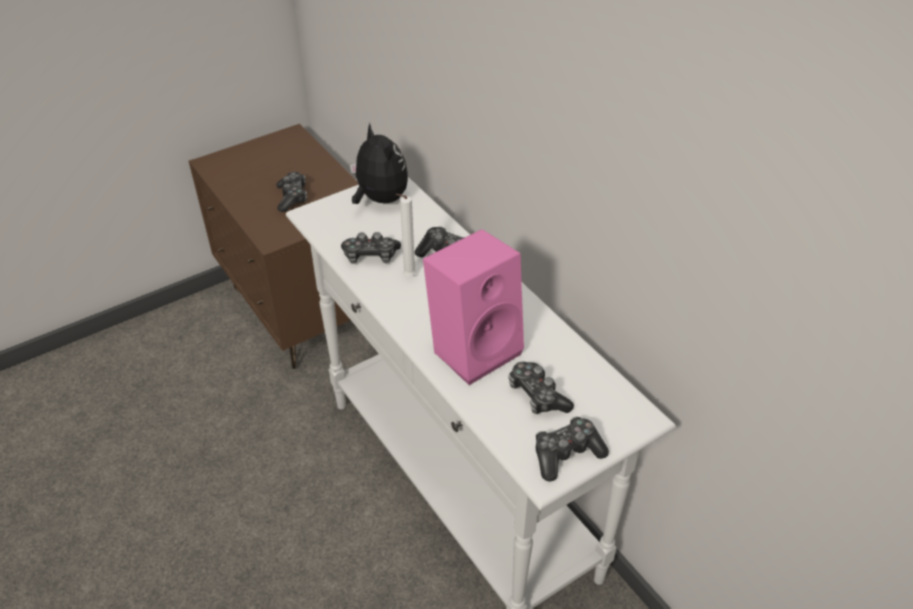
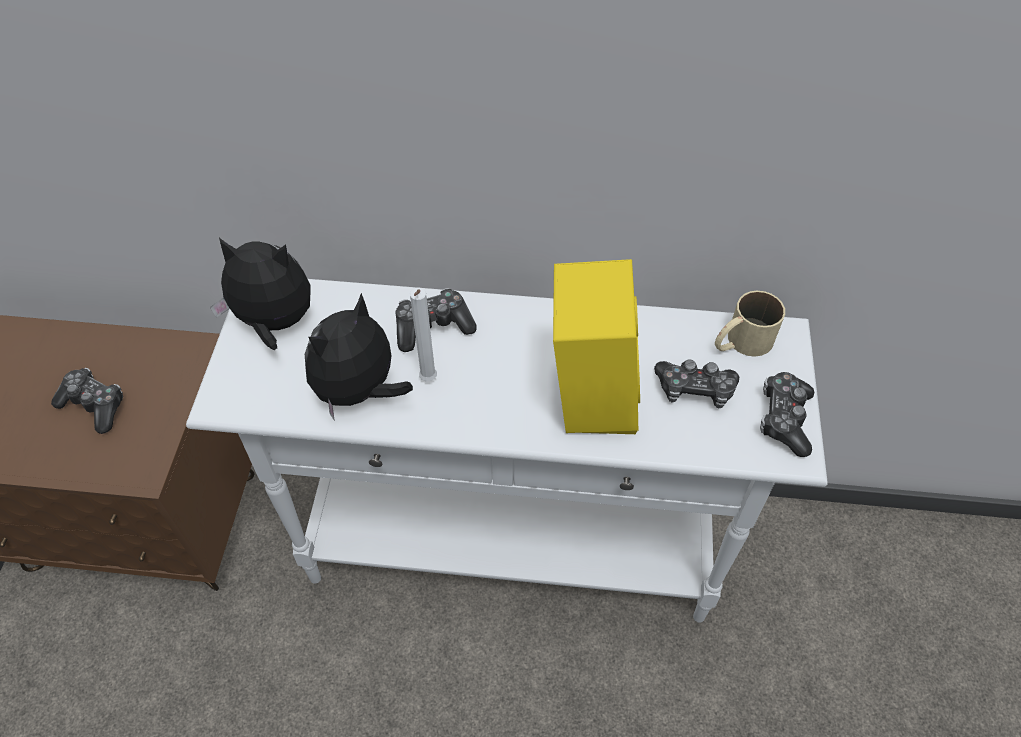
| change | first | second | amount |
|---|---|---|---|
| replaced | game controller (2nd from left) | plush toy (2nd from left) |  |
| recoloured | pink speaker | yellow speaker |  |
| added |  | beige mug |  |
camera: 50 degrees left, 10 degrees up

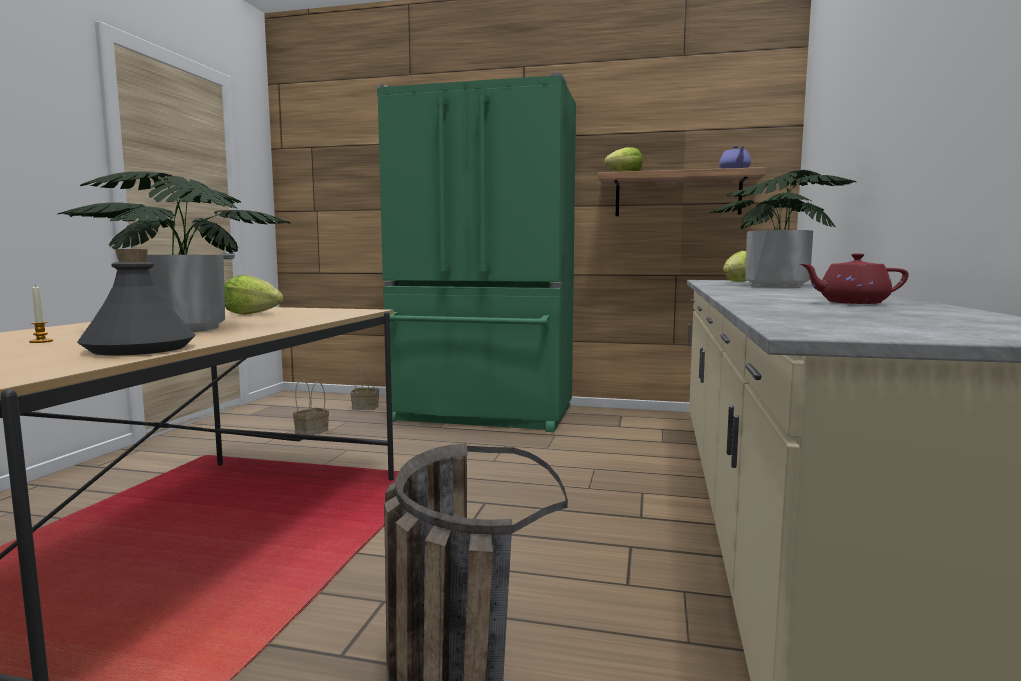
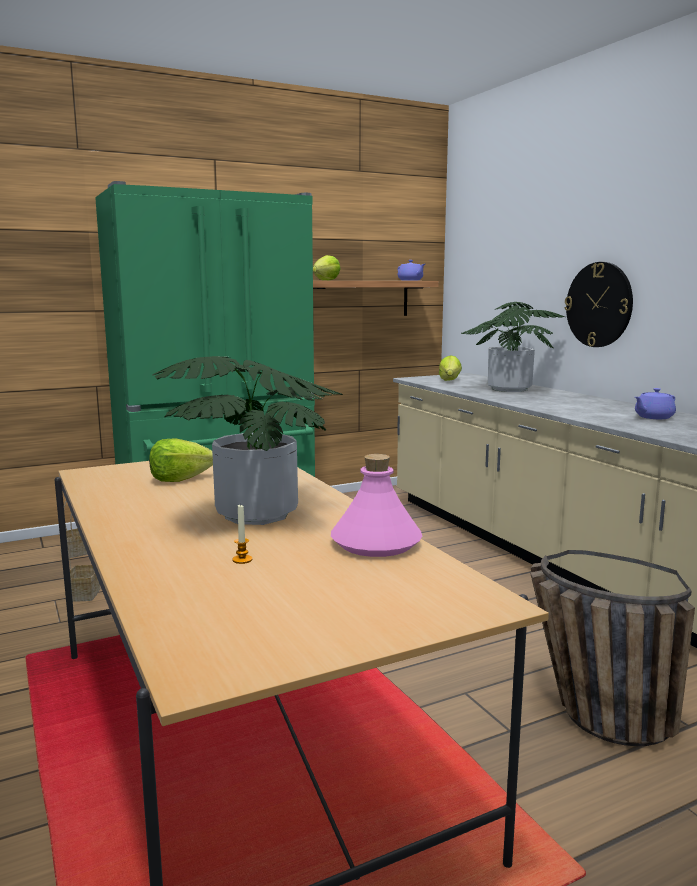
| change | first | second | amount |
|---|---|---|---|
| recoloured | grey bottle | pink bottle |  |
| recoloured | red teapot | purple teapot (2nd from left) |  |
| added |  | wall clock |  |
camera: 40 degrees left, 5 degrees up

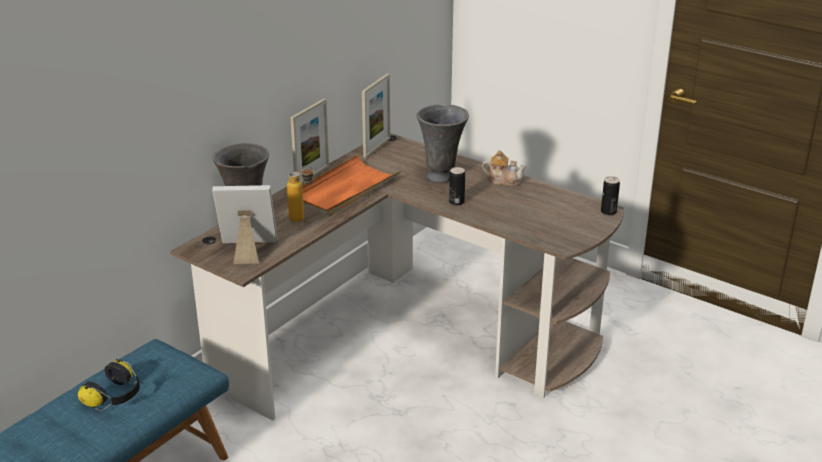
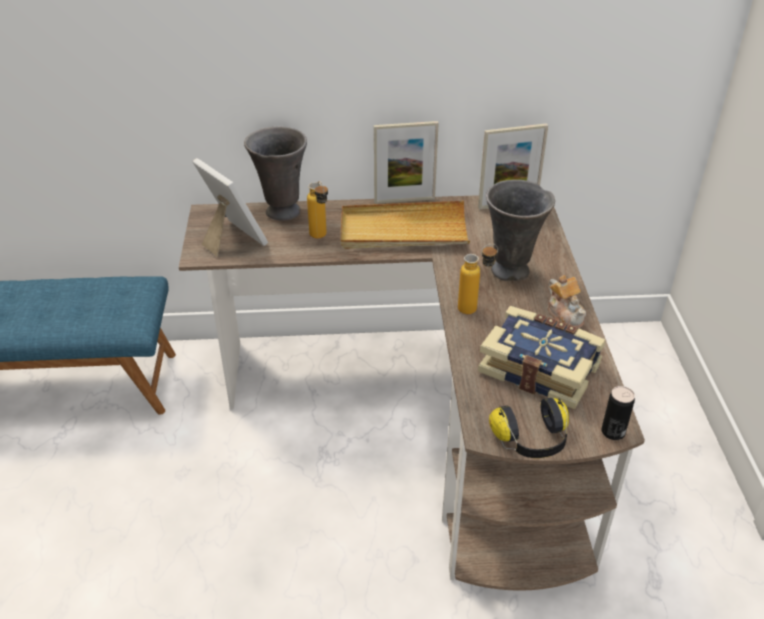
| change | first | second | amount |
|---|---|---|---|
| moved | headphones |  |  |
| recoloured | orange tray | beige tray |  |
| replaced | can (1st from left) | bottle (2nd from left) |  |
| added |  | book |  |
camera: 50 degrees right, 10 degrees up

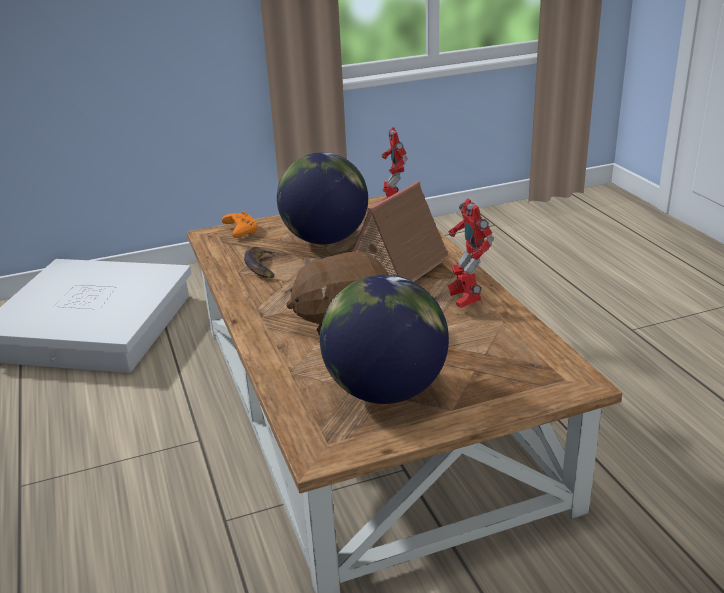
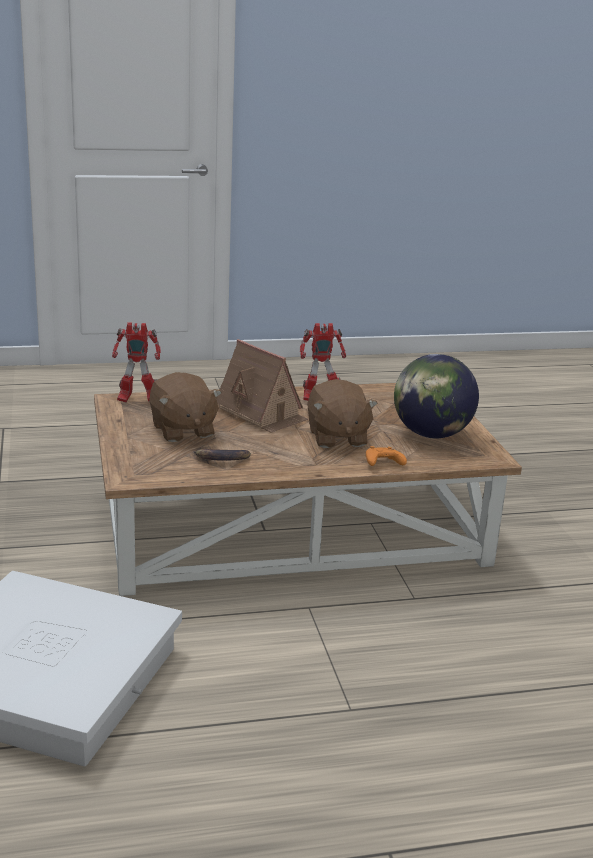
| change | first | second | amount |
|---|---|---|---|
| moved | orange game controller |  |  |
| replaced | globe (1st from left) | brown plush toy (1st from left) |  |
camera: 85 degrees left, 5 degrees down

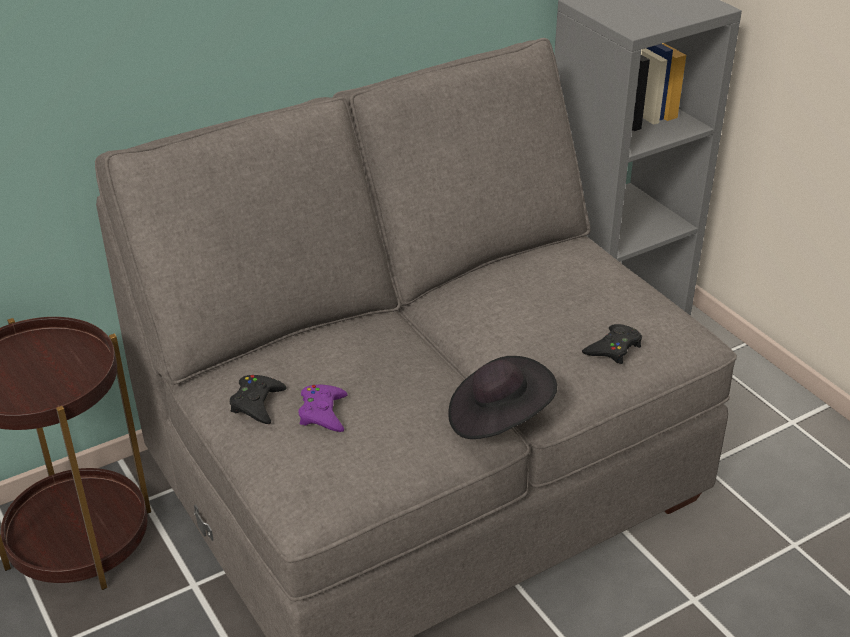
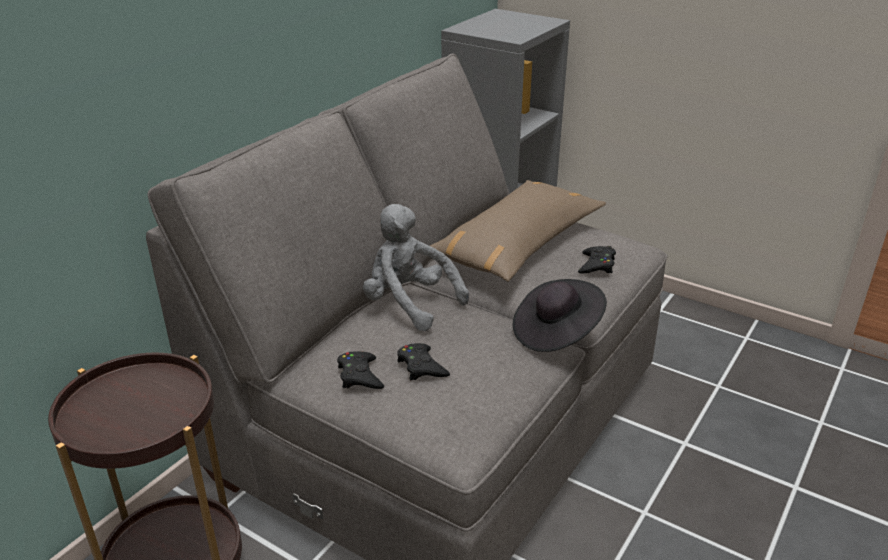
| change | first | second | amount |
|---|---|---|---|
| recoloured | purple game controller | black game controller (2nd from left) |  |
| added |  | grey plush toy |  |
| added |  | brown pillow |  |
camera: 25 degrees left, 5 degrees down

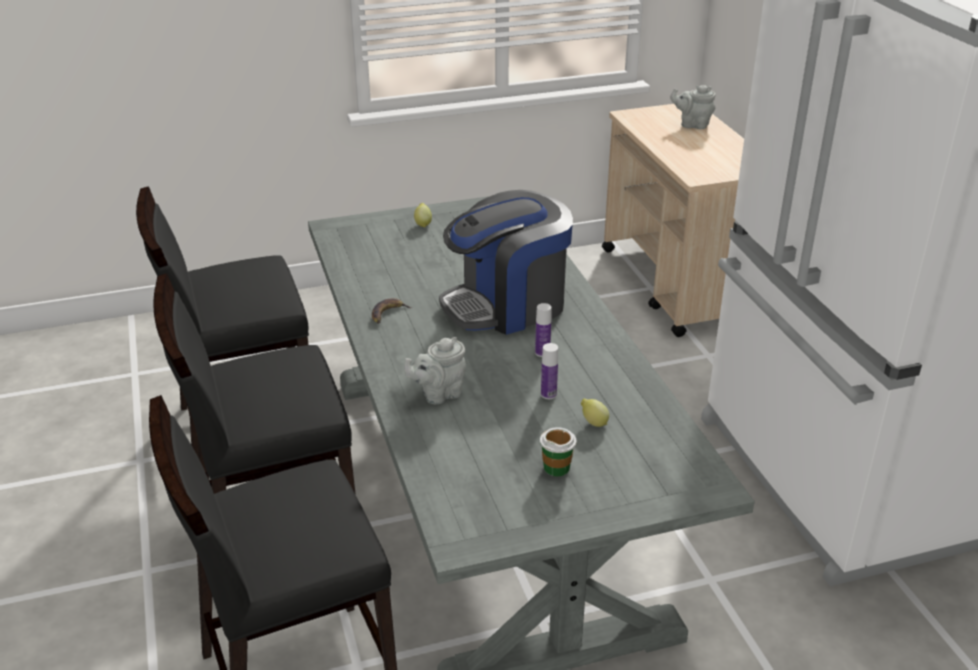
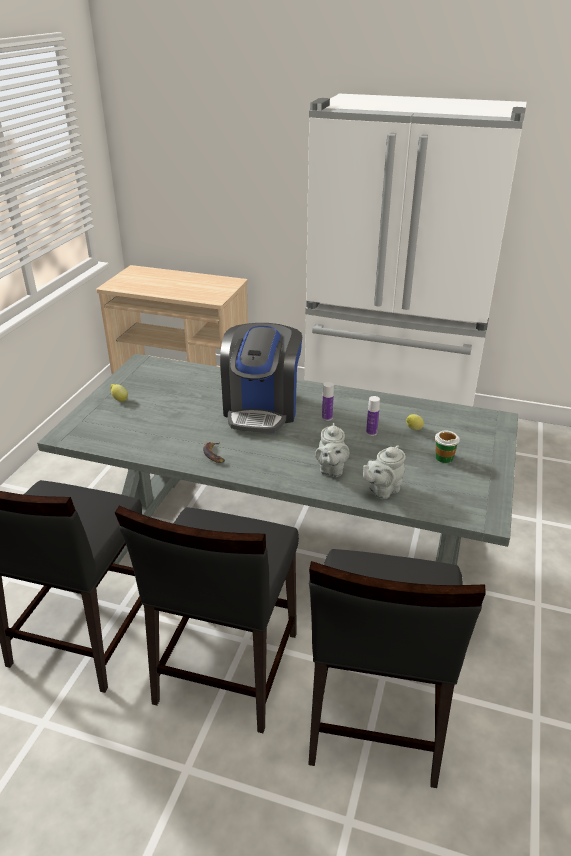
| change | first | second | amount |
|---|---|---|---|
| moved | grey teapot (2nd from left) |  |  |
camera: 55 degrees left, 0 degrees up

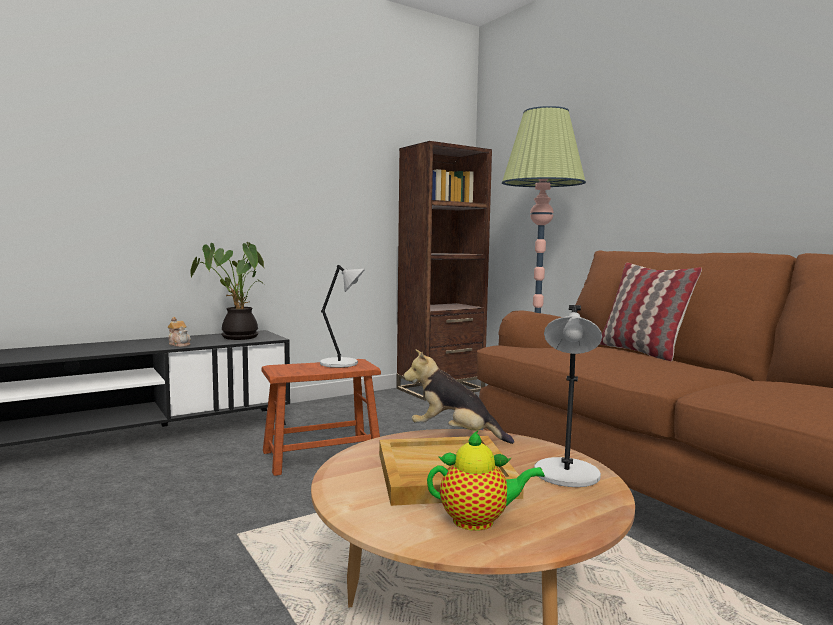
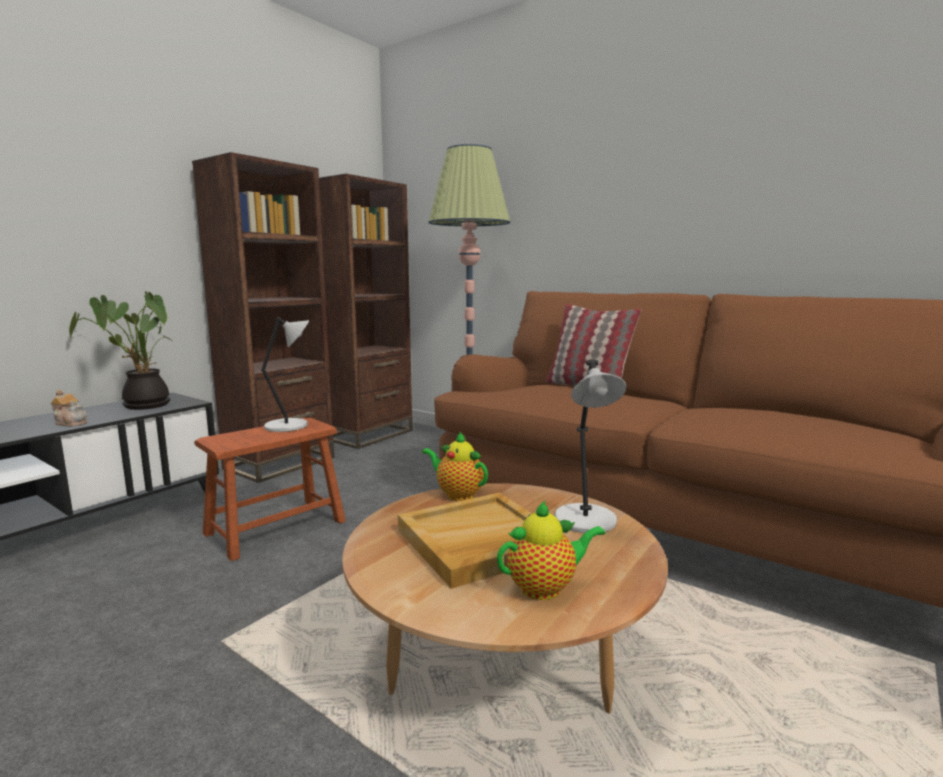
| change | first | second | amount |
|---|---|---|---|
| replaced | plush toy | teapot (2nd from left) |  |
| added |  | brown bookcase (1st from left) |  |
camera: 20 degrees left, 5 degrees up

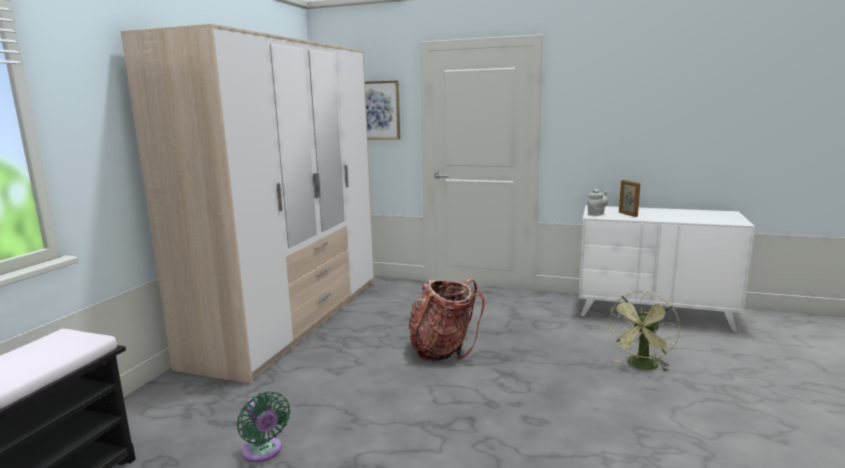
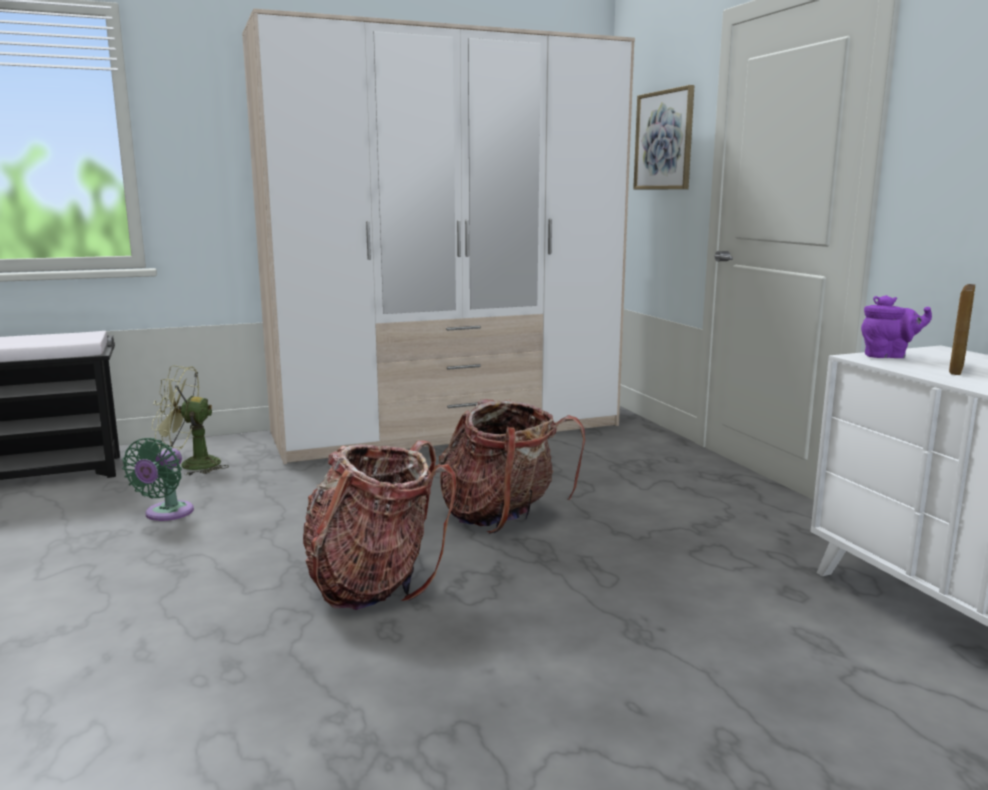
| change | first | second | amount |
|---|---|---|---|
| recoloured | grey teapot | purple teapot |  |
| moved | green fan (2nd from left) |  |  |
| added |  | backpack (1st from left) |  |
camera: 50 degrees right, 0 degrees up

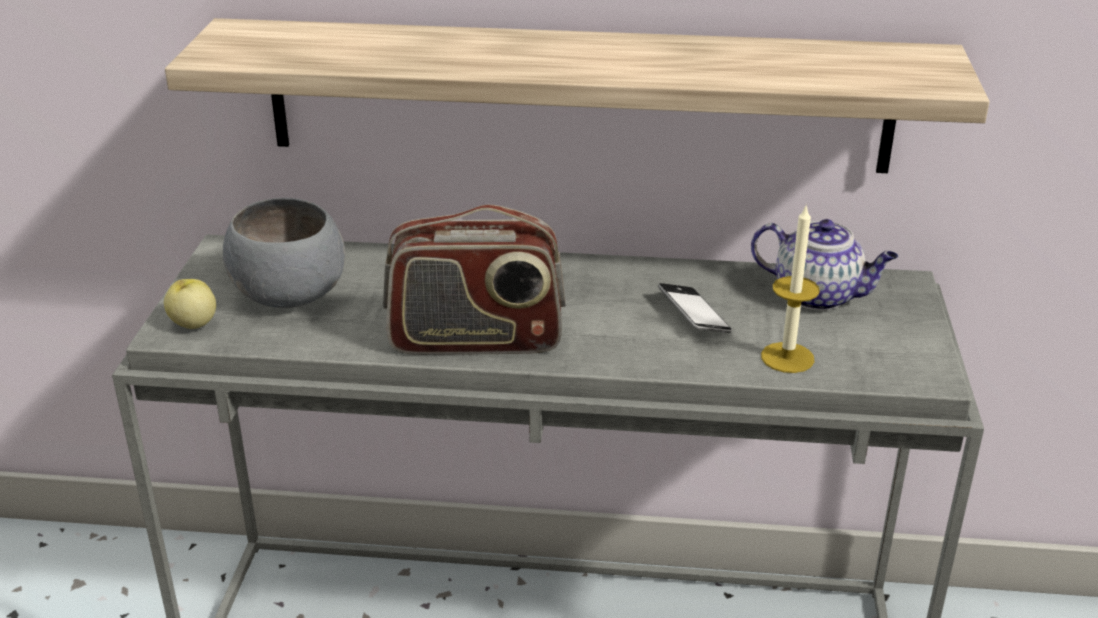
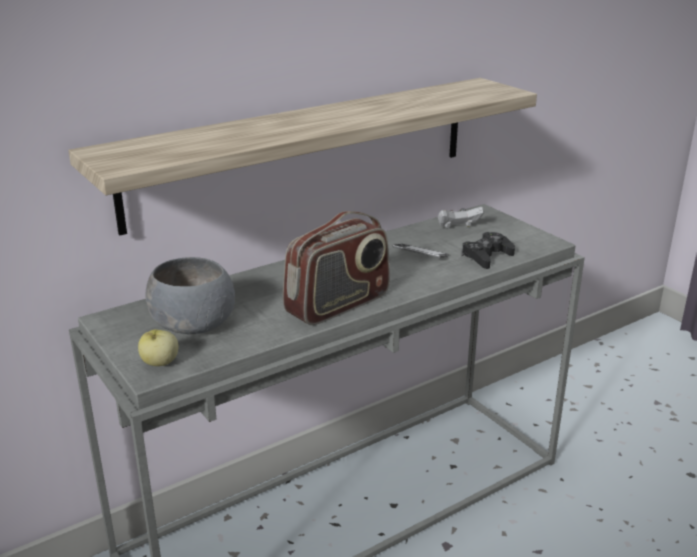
| change | first | second | amount |
|---|---|---|---|
| replaced | teapot | white game controller |  |
| replaced | candle | black game controller |  |
camera: 40 degrees left, 5 degrees down

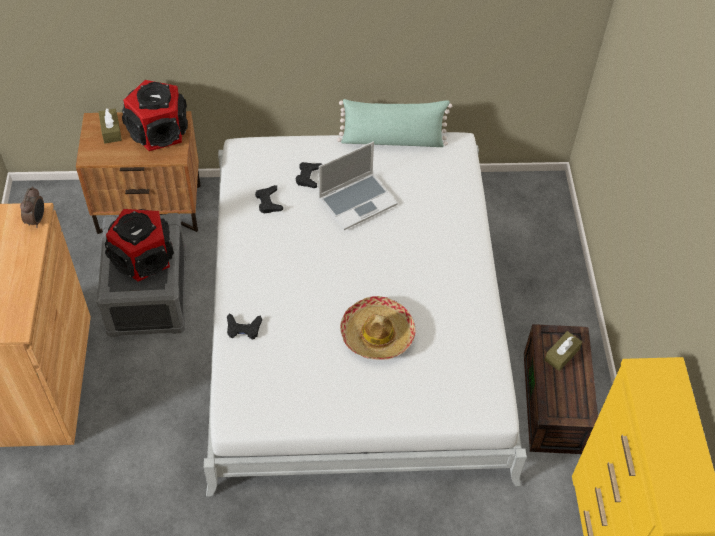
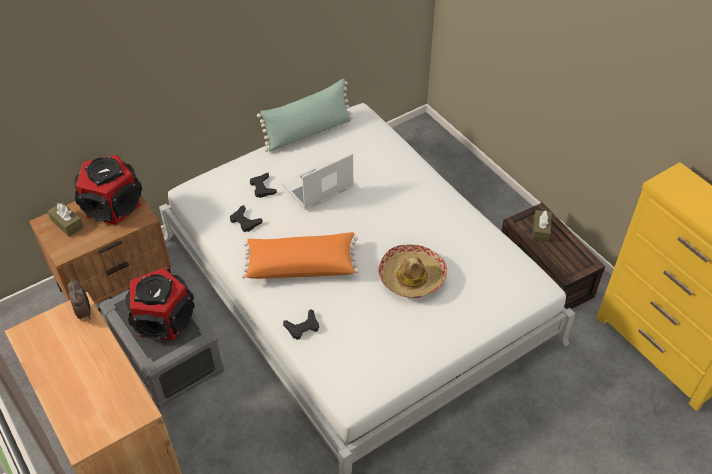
| change | first | second | amount |
|---|---|---|---|
| turned | laptop |  | 150 degrees counterclockwise |
| added |  | orange pillow |  |
camera: 30 degrees left, 5 degrees down

